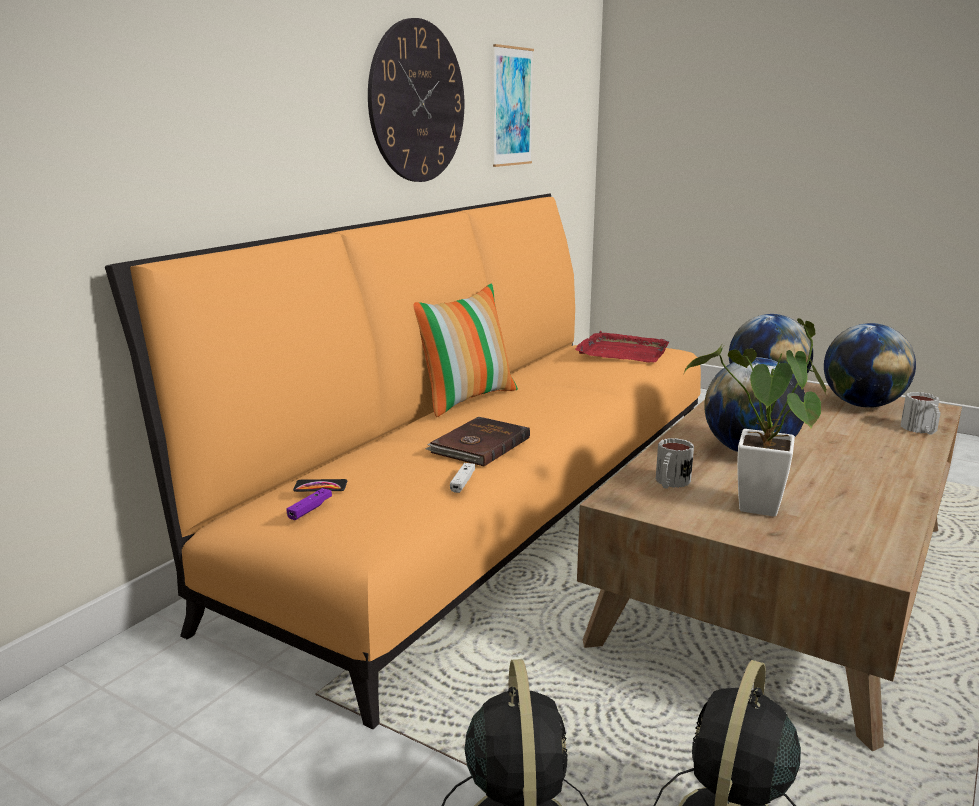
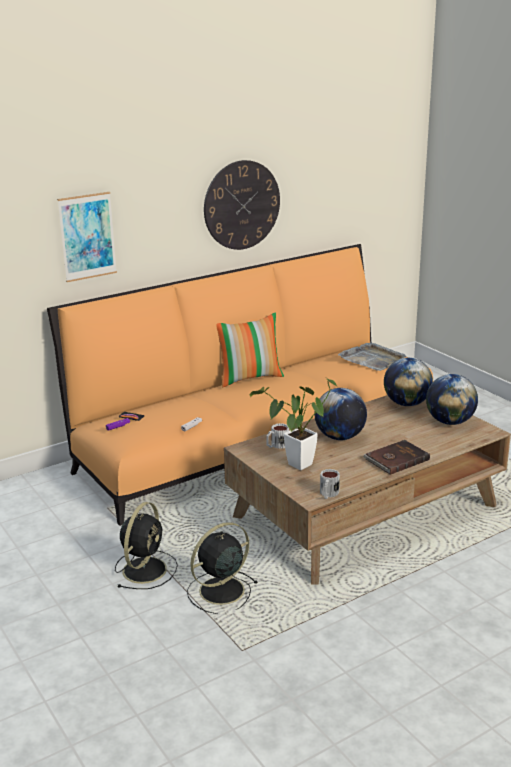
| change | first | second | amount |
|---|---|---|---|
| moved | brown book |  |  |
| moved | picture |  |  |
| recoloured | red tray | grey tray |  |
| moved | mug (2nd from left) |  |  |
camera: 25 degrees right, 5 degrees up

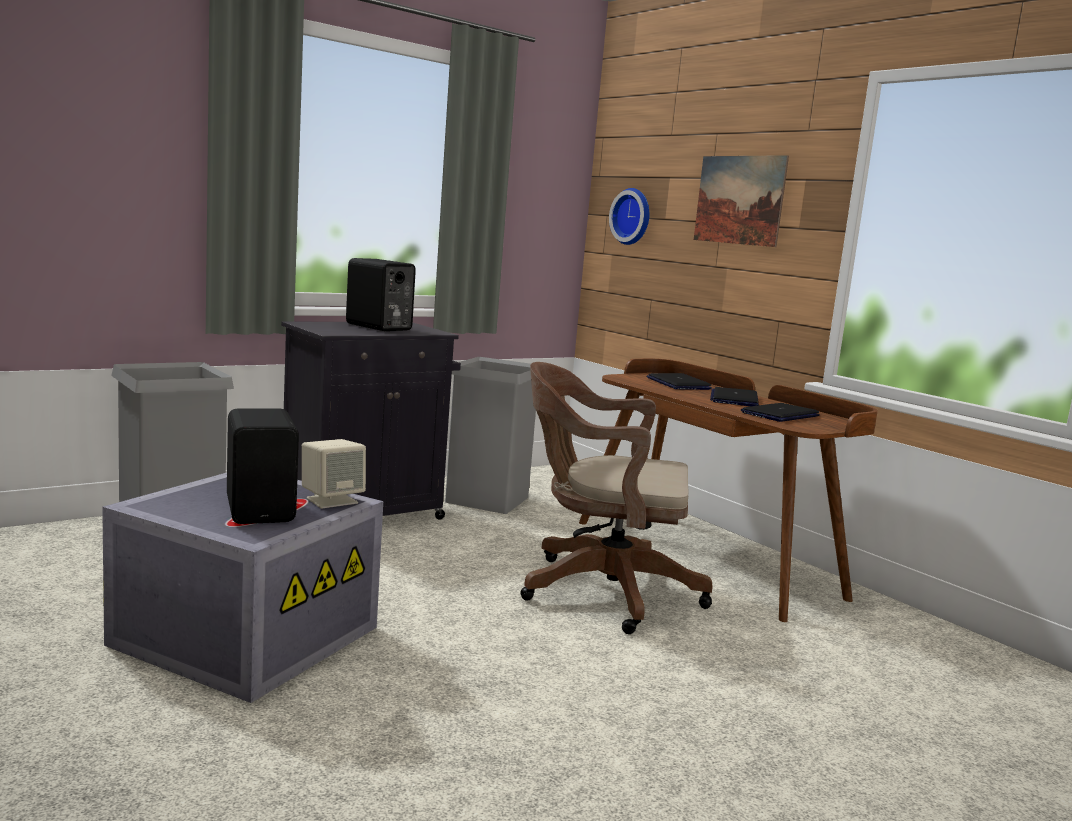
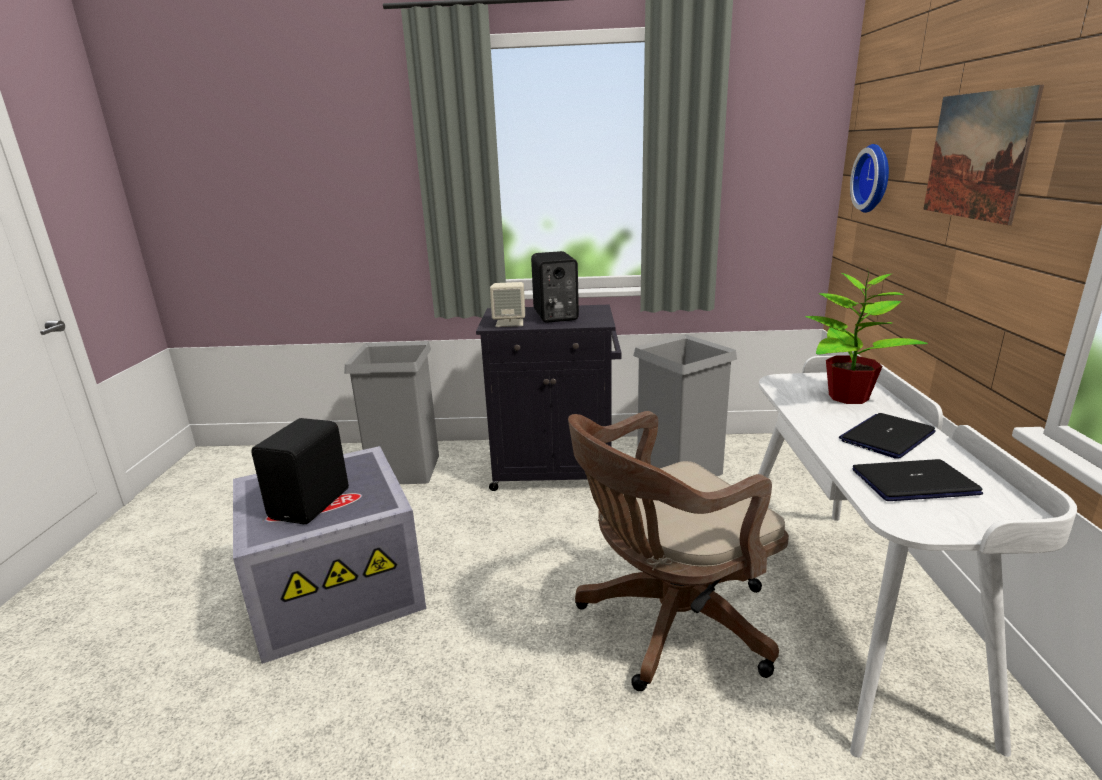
| change | first | second | amount |
|---|---|---|---|
| moved | beige speaker |  |  |
| turned | brown office chair |  | 75 degrees counterclockwise |
| recoloured | brown desk | white desk |  |
| replaced | laptop (1st from left) | potted plant |  |
camera: 40 degrees right, 10 degrees up

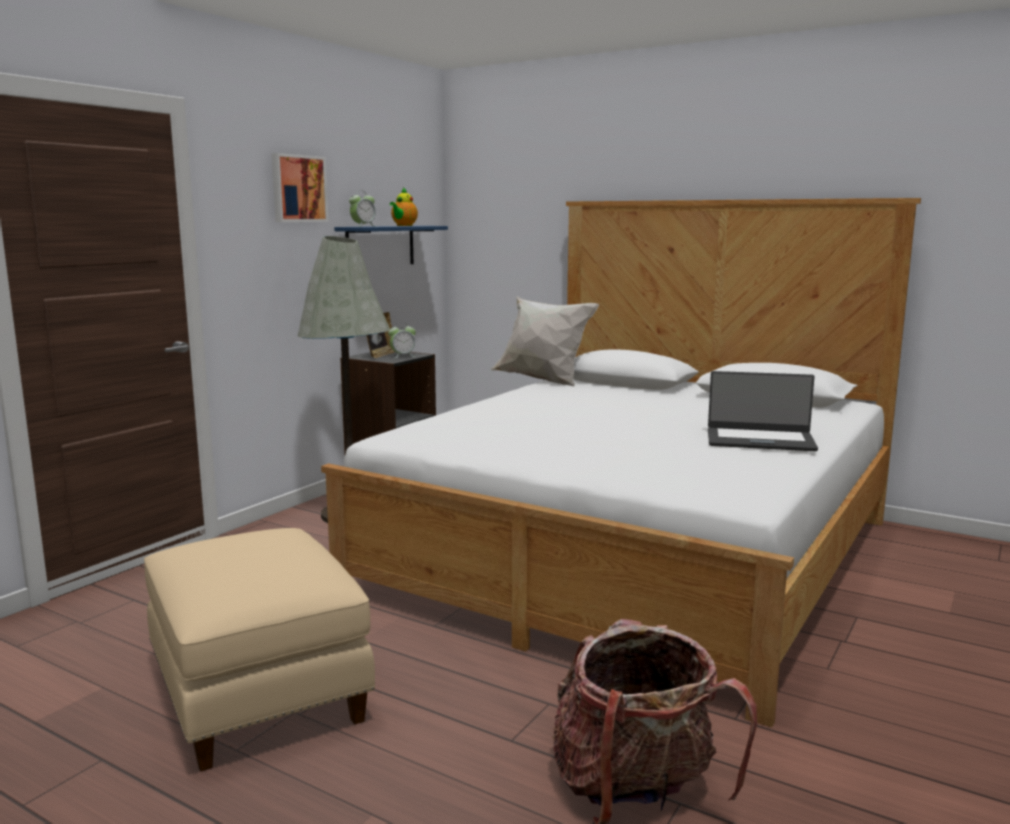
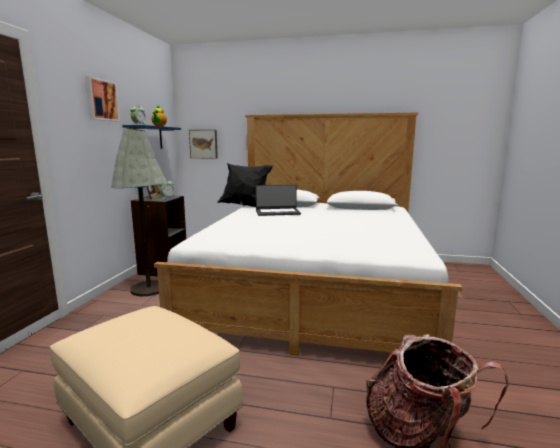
| change | first | second | amount |
|---|---|---|---|
| recoloured | white pillow | black pillow |  |
| moved | laptop |  |  |
| added |  | picture (2nd from left) |  |
camera: 20 degrees left, 0 degrees up

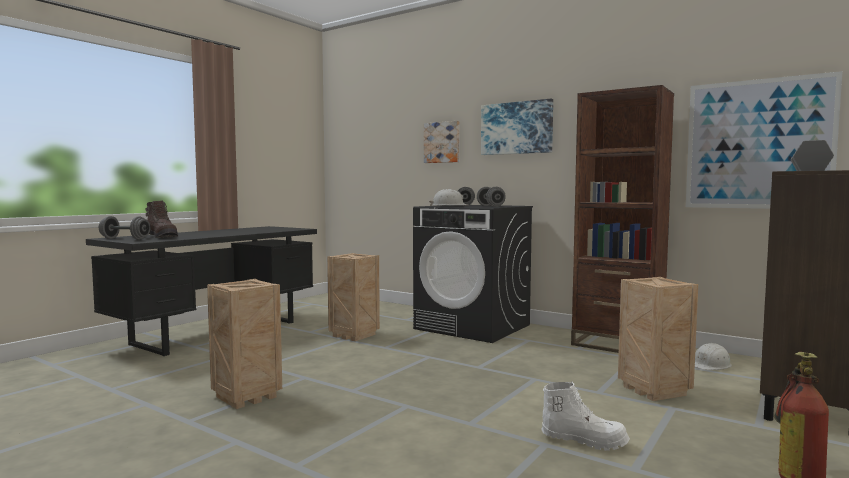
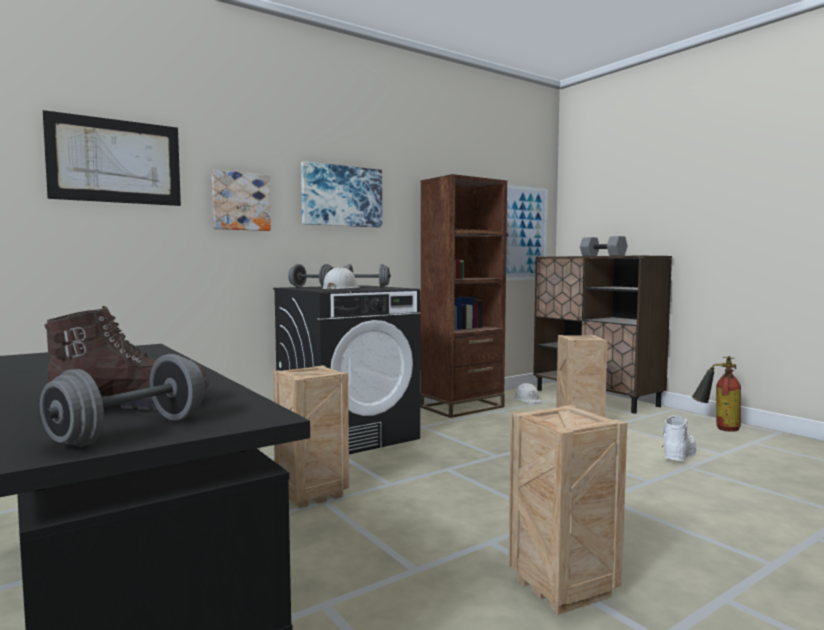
| change | first | second | amount |
|---|---|---|---|
| added |  | picture (1st from left) |  |
camera: 70 degrees left, 0 degrees up

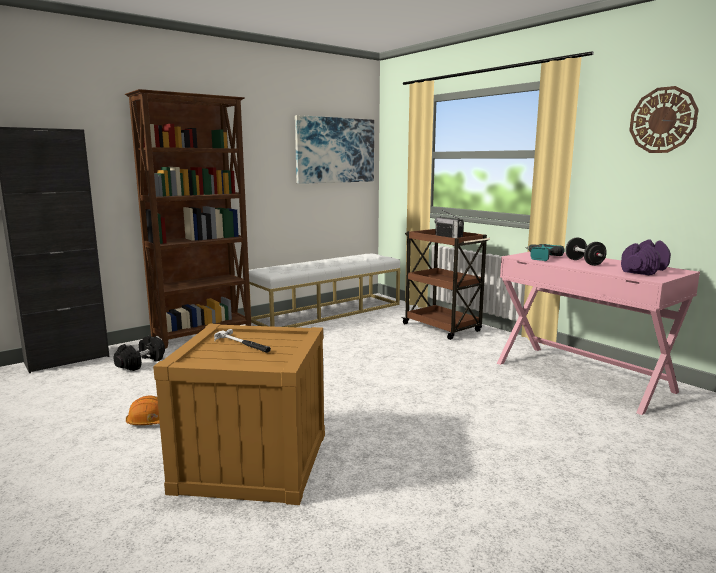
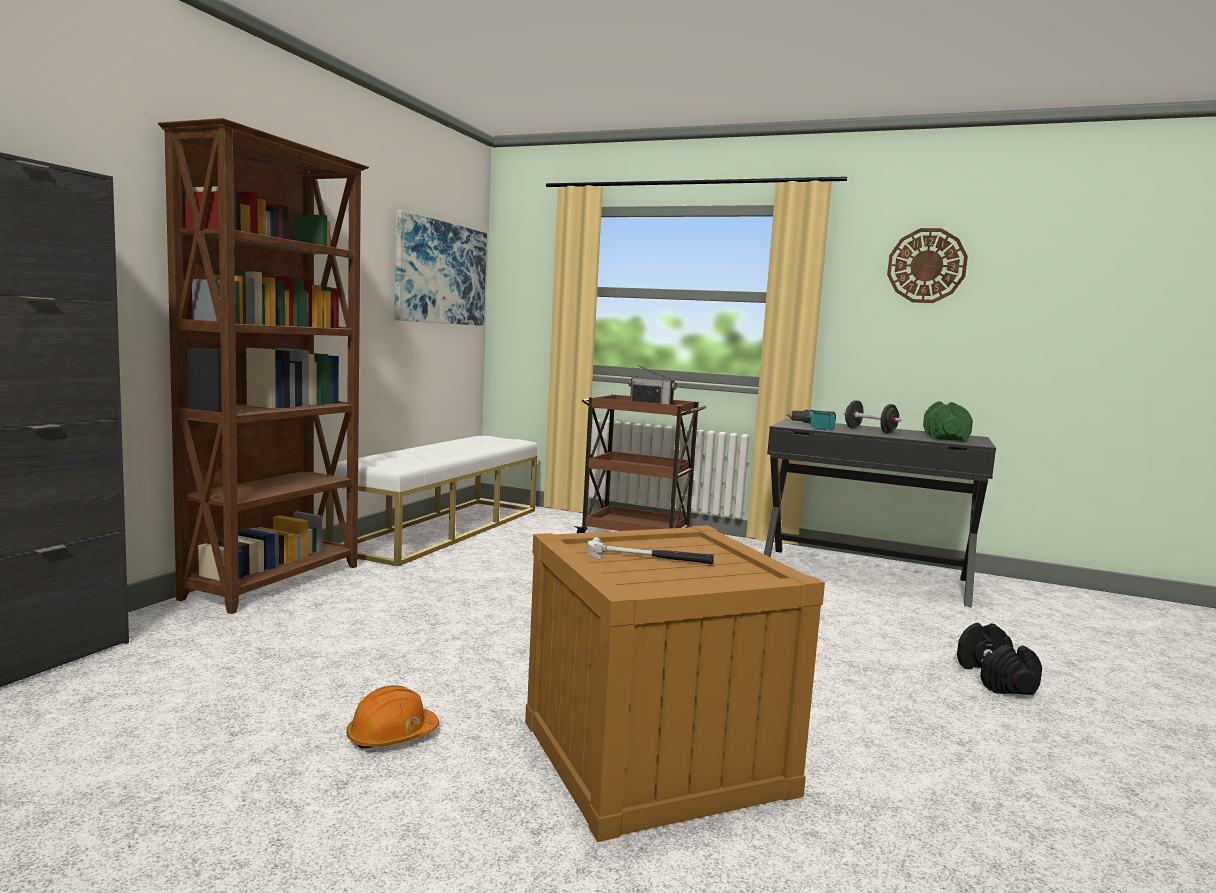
| change | first | second | amount |
|---|---|---|---|
| moved | black dumbbell (1st from left in the first image) | black dumbbell (2nd from left) |  |
| recoloured | pink desk | black desk |  |
| recoloured | purple dumbbell | green dumbbell |  |
camera: 30 degrees left, 5 degrees down

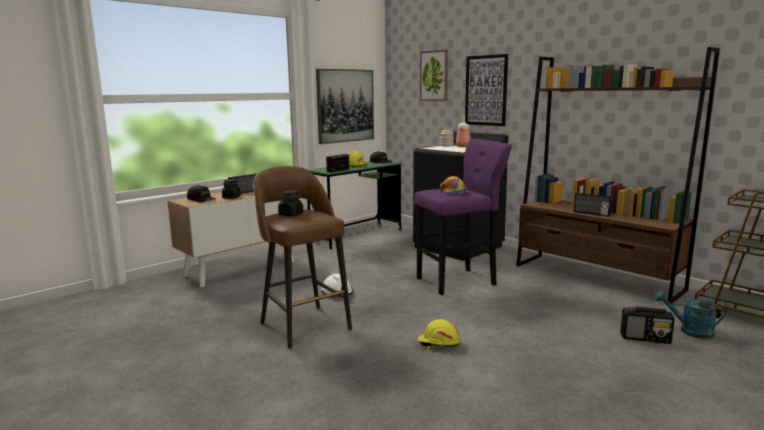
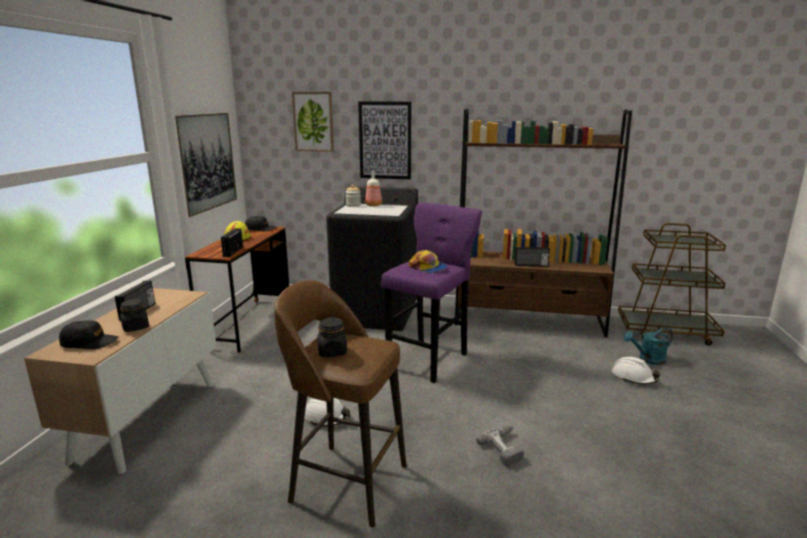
| change | first | second | amount |
|---|---|---|---|
| recoloured | green desk | brown desk |  |
| replaced | yellow hard hat (2nd from left) | power drill |  |
| replaced | radio (4th from left) | white hard hat (2nd from left) |  |
camera: 35 degrees left, 5 degrees up

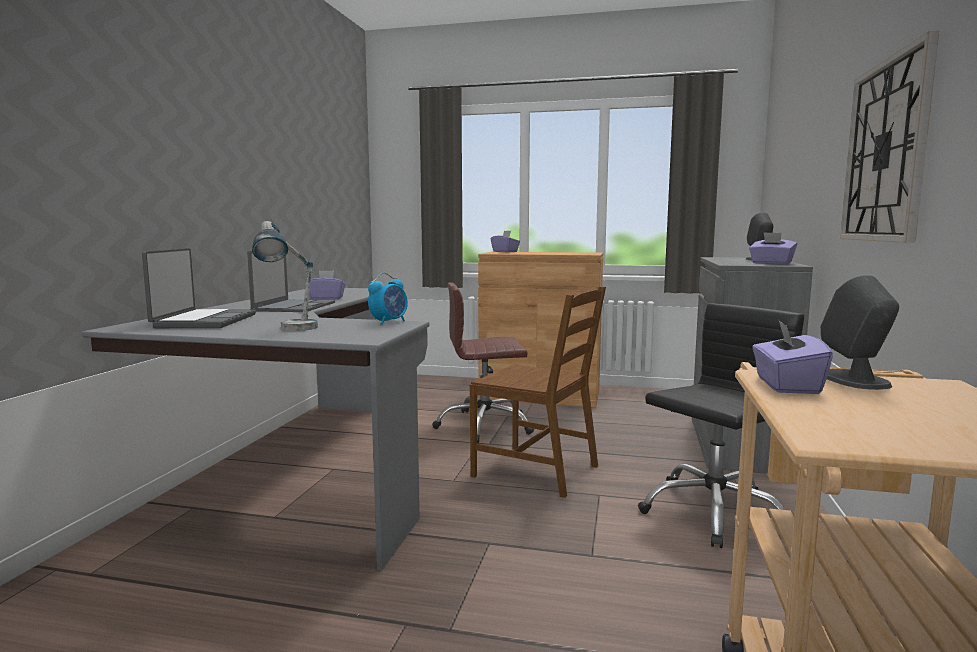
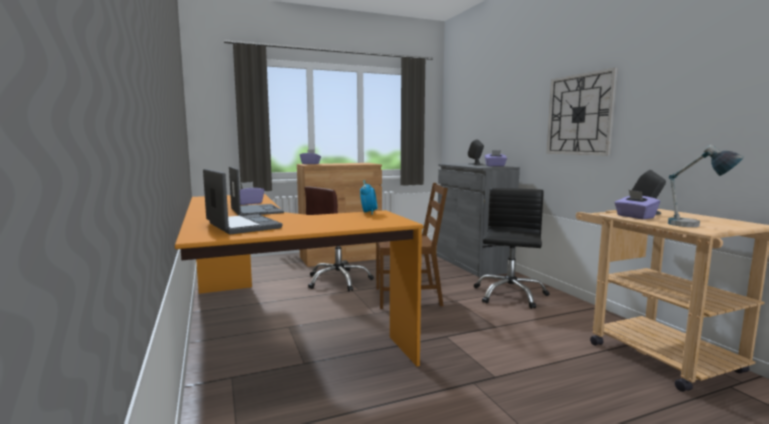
| change | first | second | amount |
|---|---|---|---|
| recoloured | grey desk | orange desk |  |
| moved | table lamp |  |  |
camera: 35 degrees left, 0 degrees up

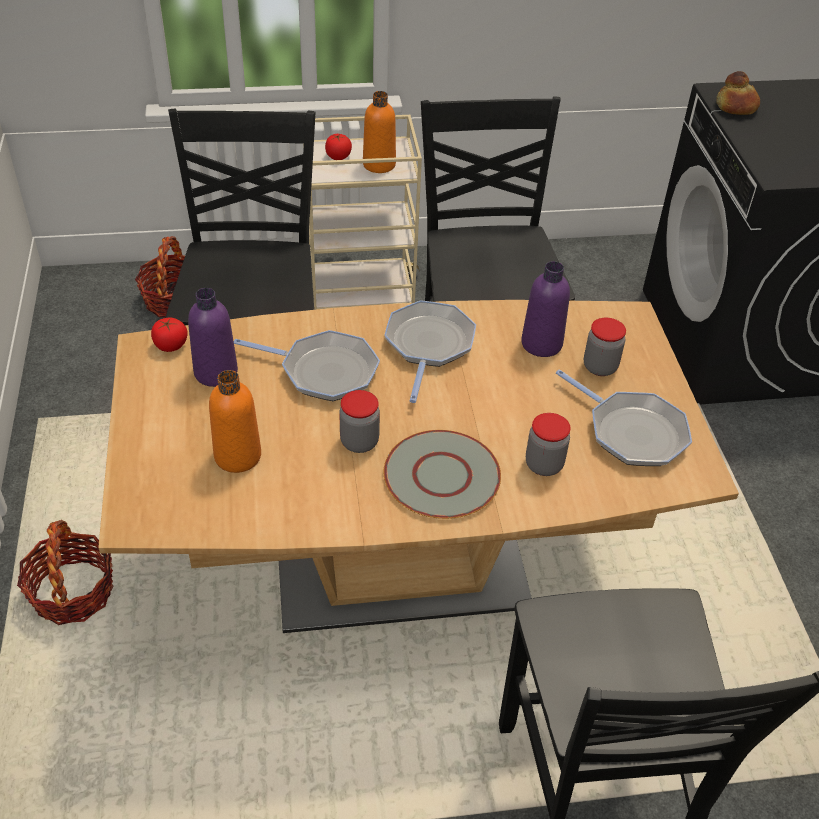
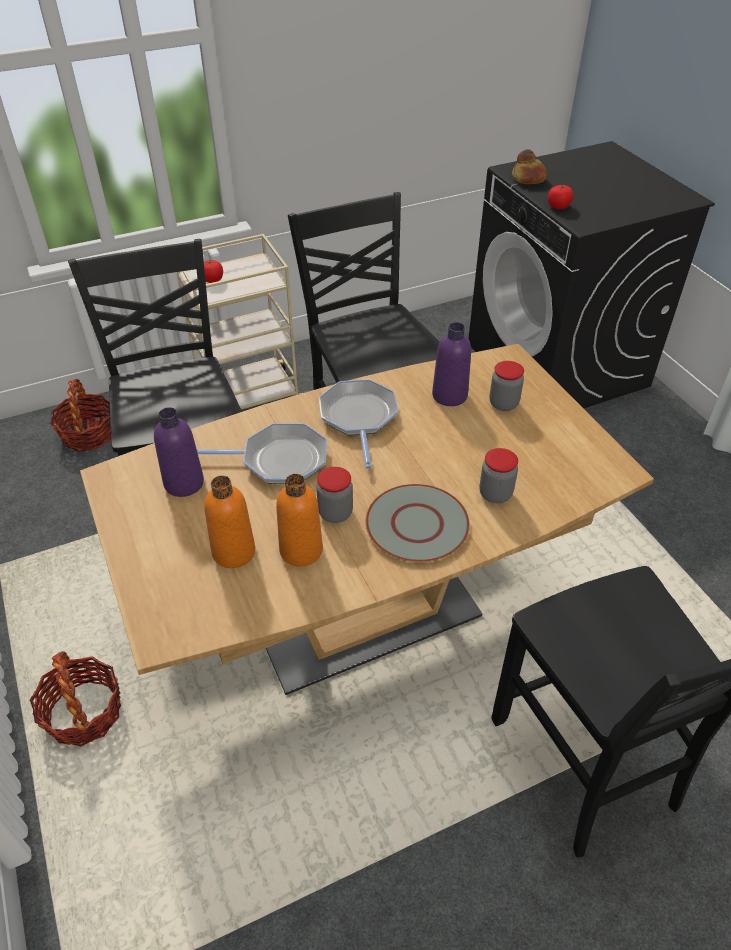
| change | first | second | amount |
|---|---|---|---|
| moved | tomato (1st from left in the first image) | tomato (2nd from left) |  |
| moved | orange bottle (2nd from left) |  |  |
| removed | frying pan (3rd from left) |  |  |
camera: 15 degrees left, 0 degrees up

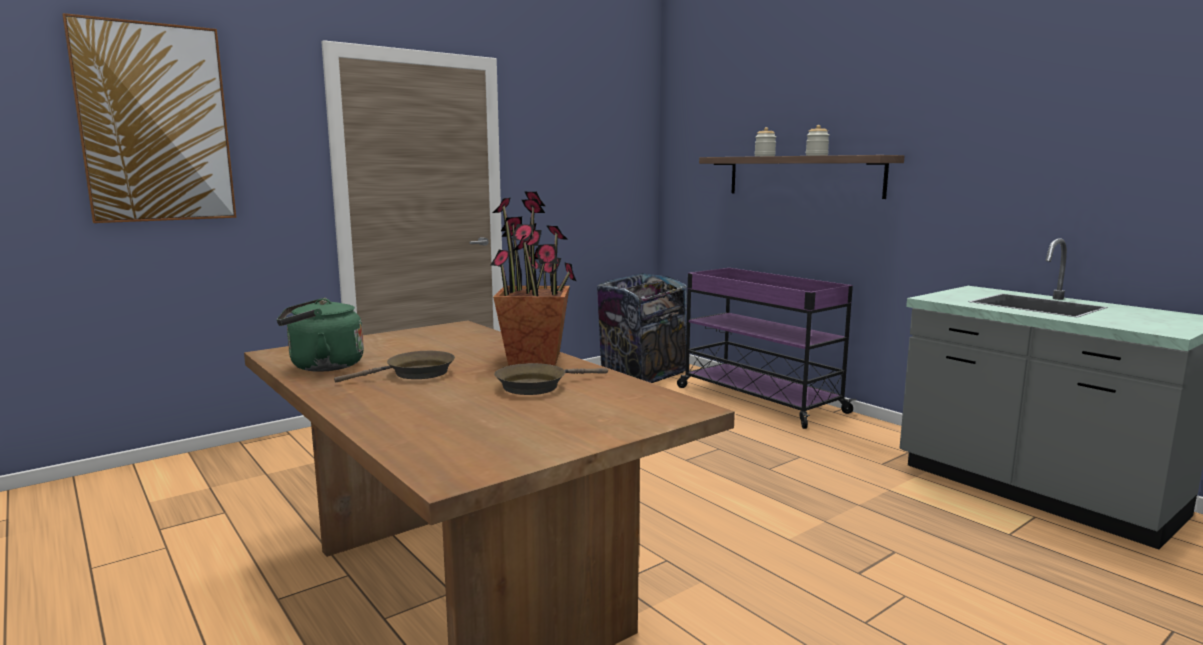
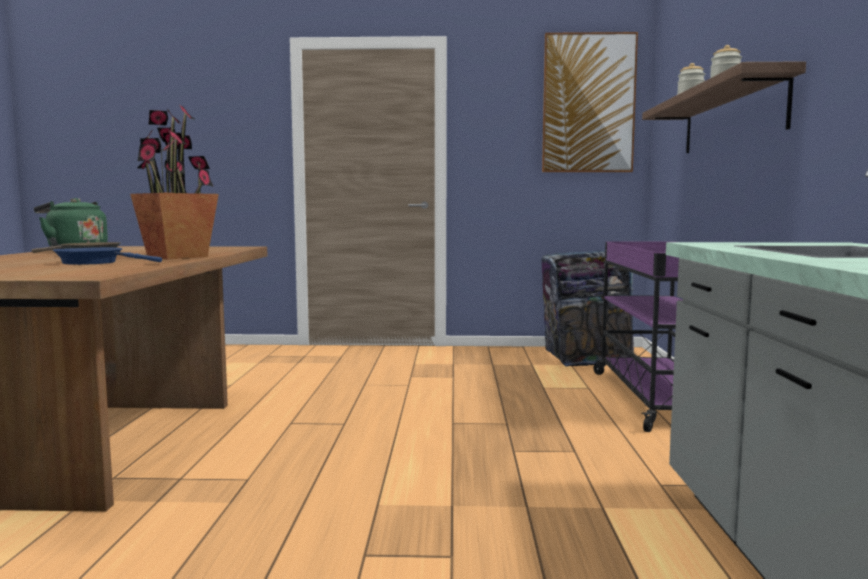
| change | first | second | amount |
|---|---|---|---|
| moved | picture |  |  |
| recoloured | brown frying pan (2nd from left) | blue frying pan |  |
camera: 40 degrees right, 5 degrees down

